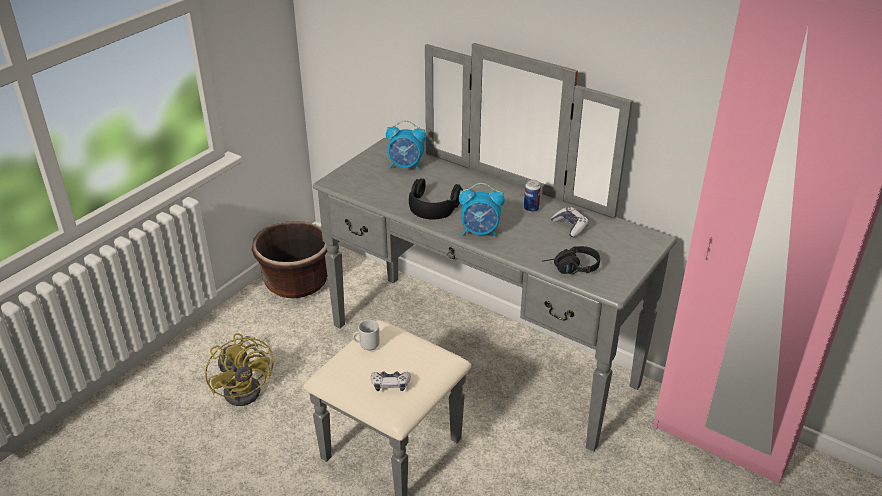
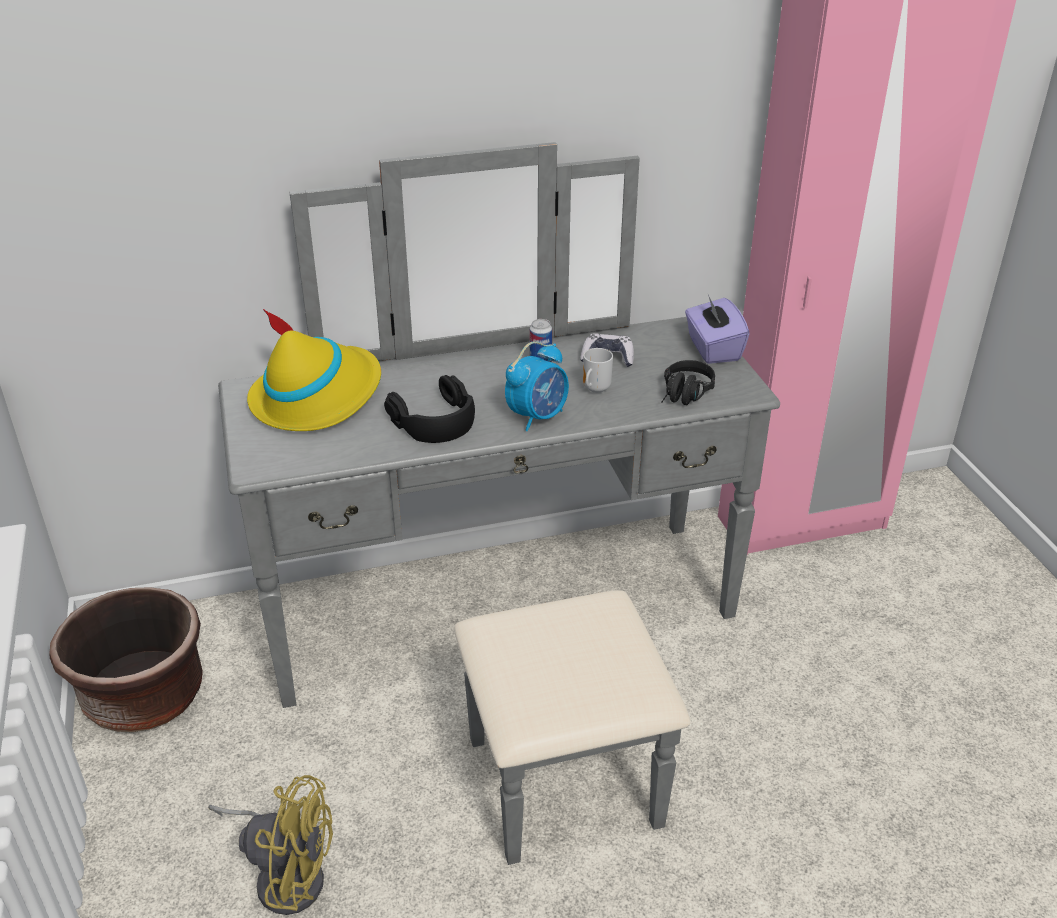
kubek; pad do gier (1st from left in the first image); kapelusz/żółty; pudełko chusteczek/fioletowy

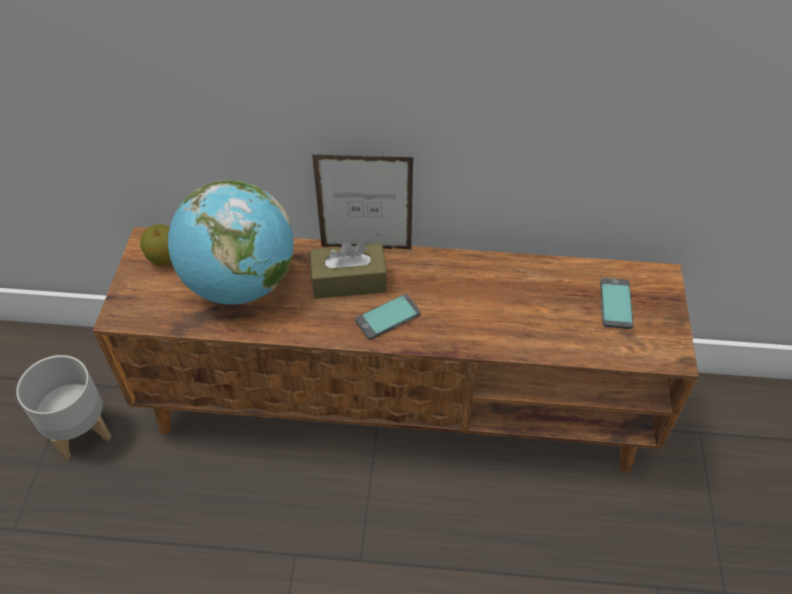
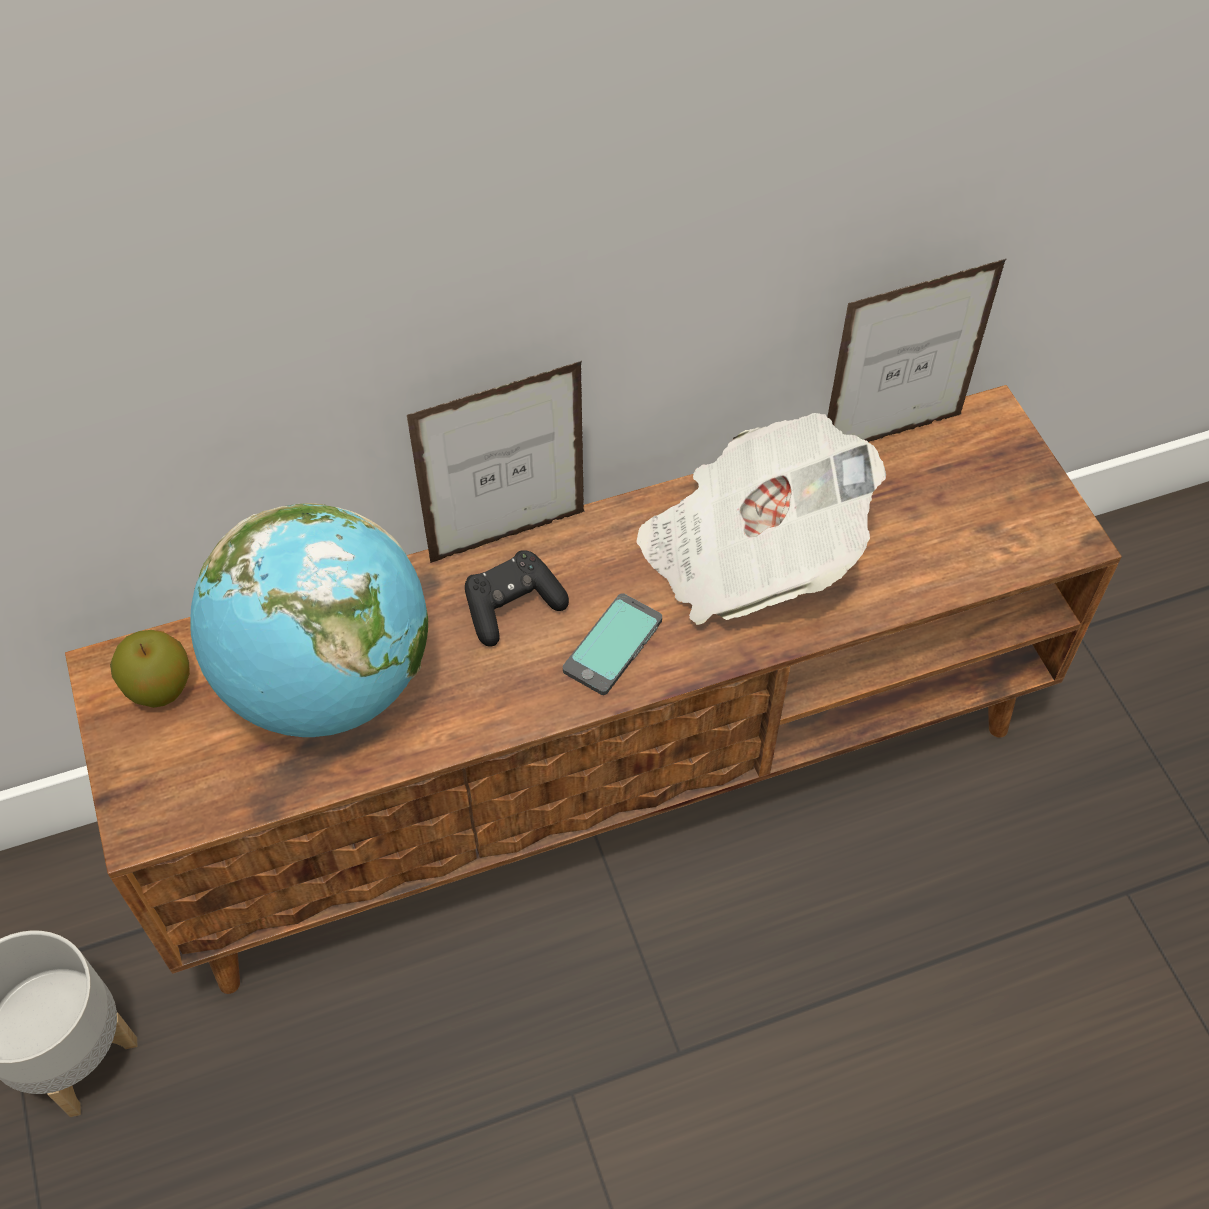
pad do gier/czarny; telefon (2nd from left in the first image); gazeta; ramka na zdjęcie (2nd from left)

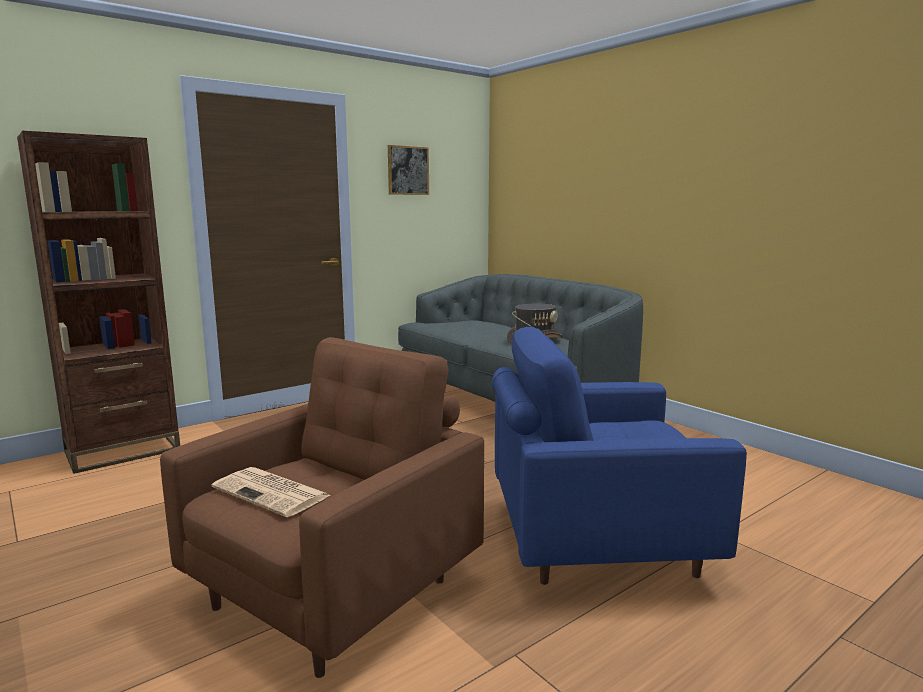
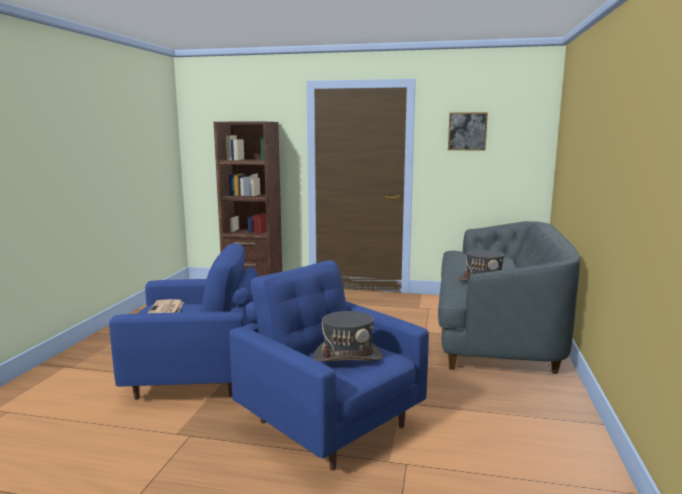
fotel/niebieski (1st from left); kapelusz/szary (1st from left)

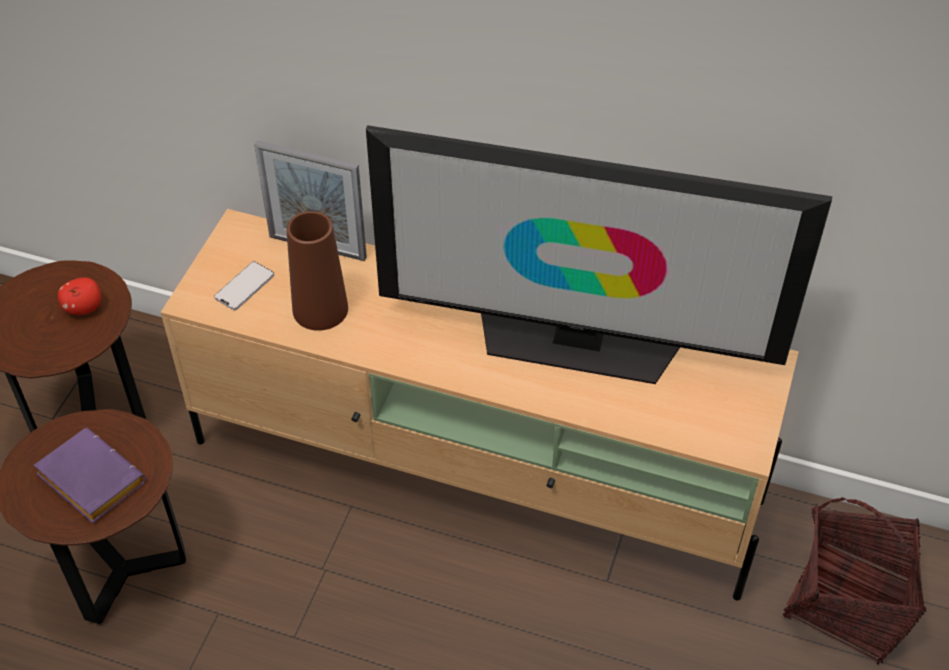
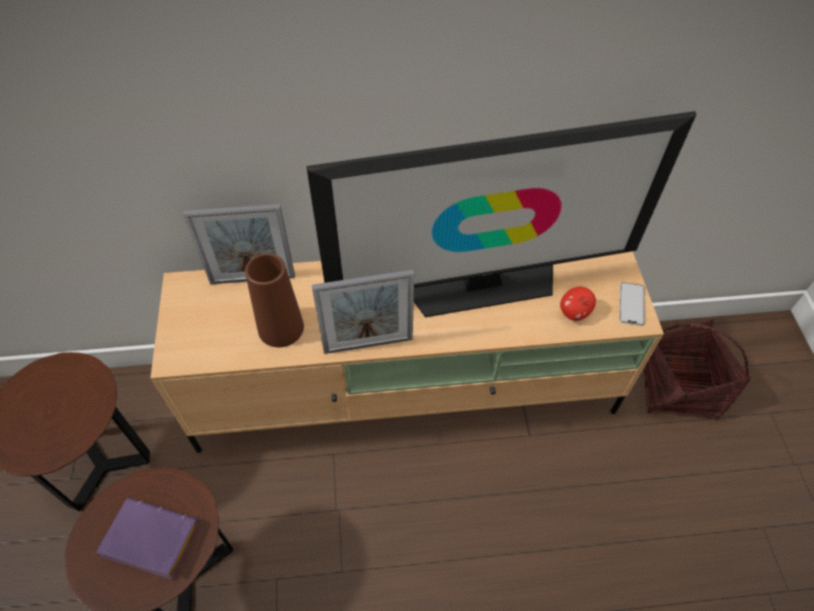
jabłko; telefon; ramka na zdjęcie (2nd from left)

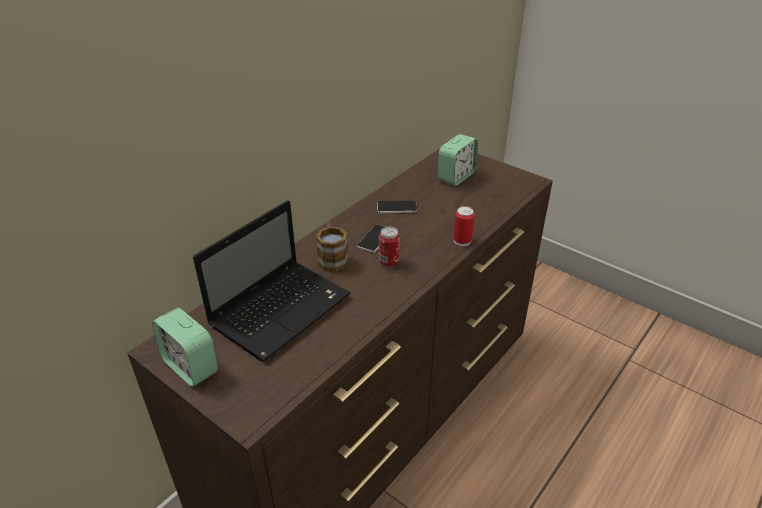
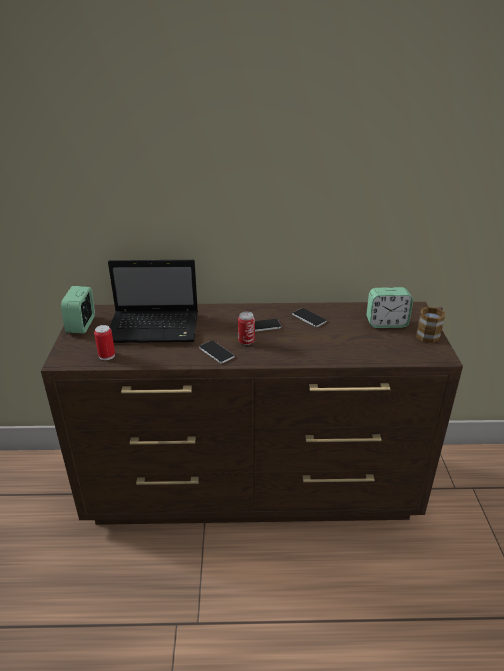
kubek; puszka (1st from left); telefon (1st from left)

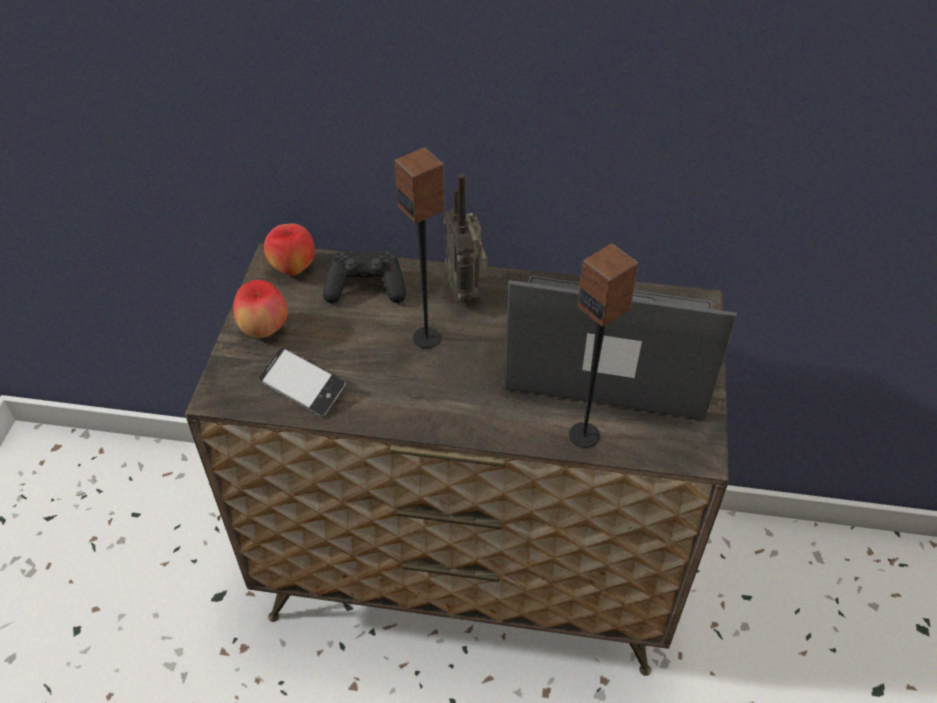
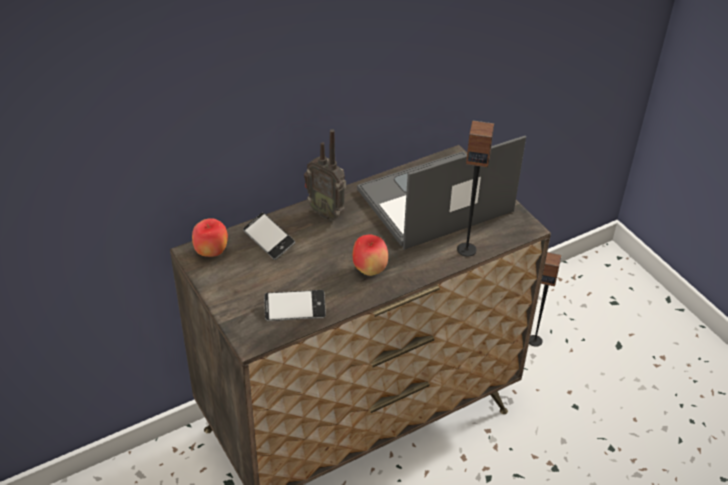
jabłko (2nd from left); telefon (1st from left); głośnik (2nd from left)

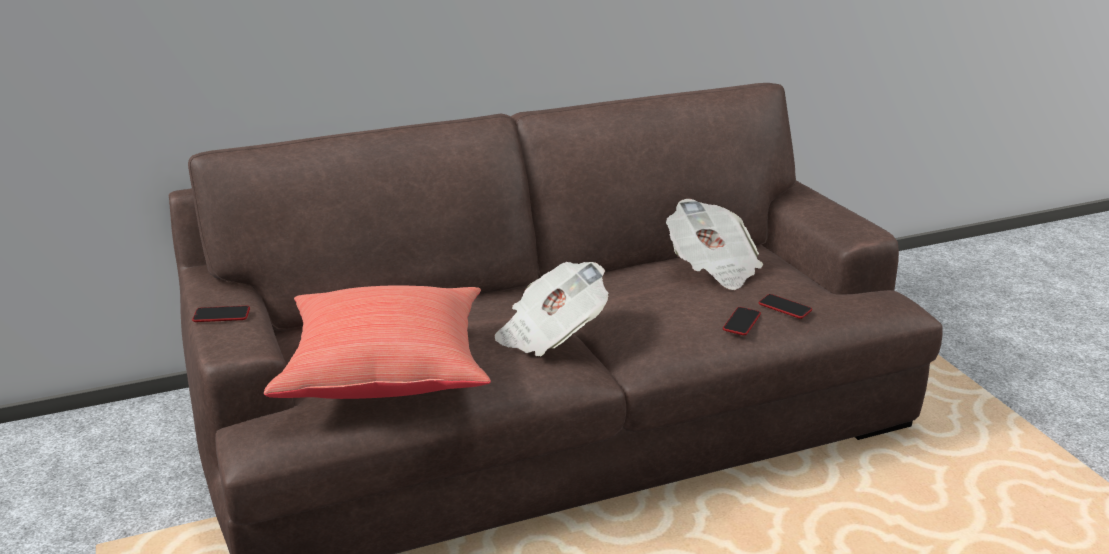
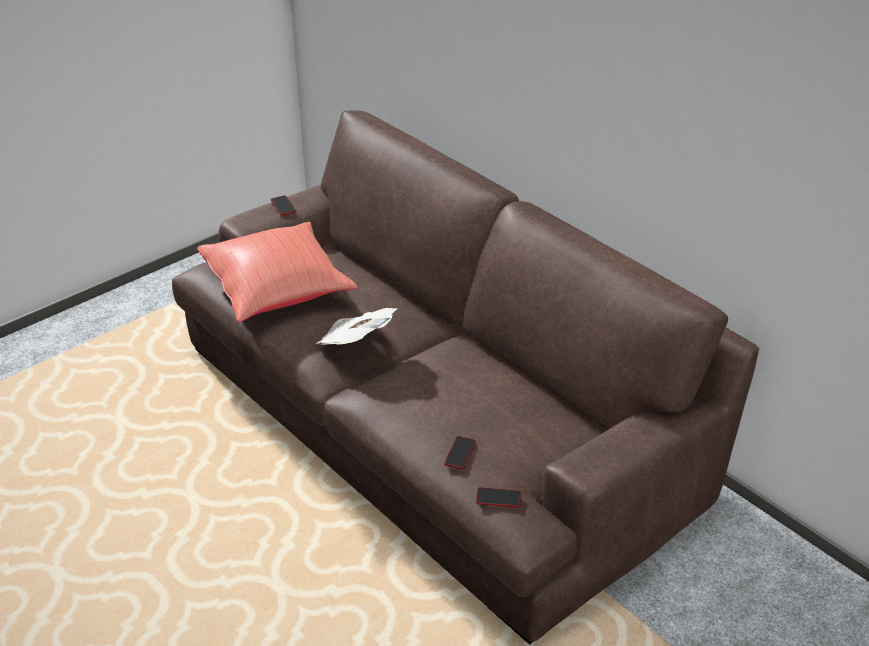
gazeta (2nd from left in the first image); telefon (3rd from left)

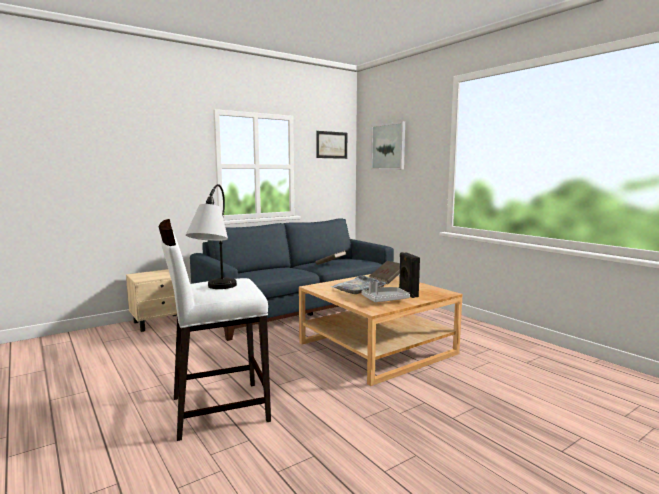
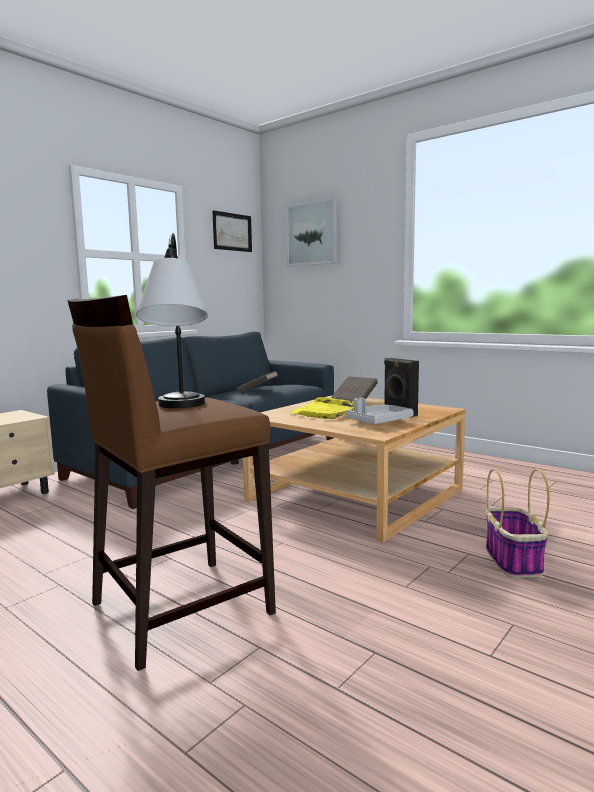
stołek/brązowy; taca/żółty; koszyk

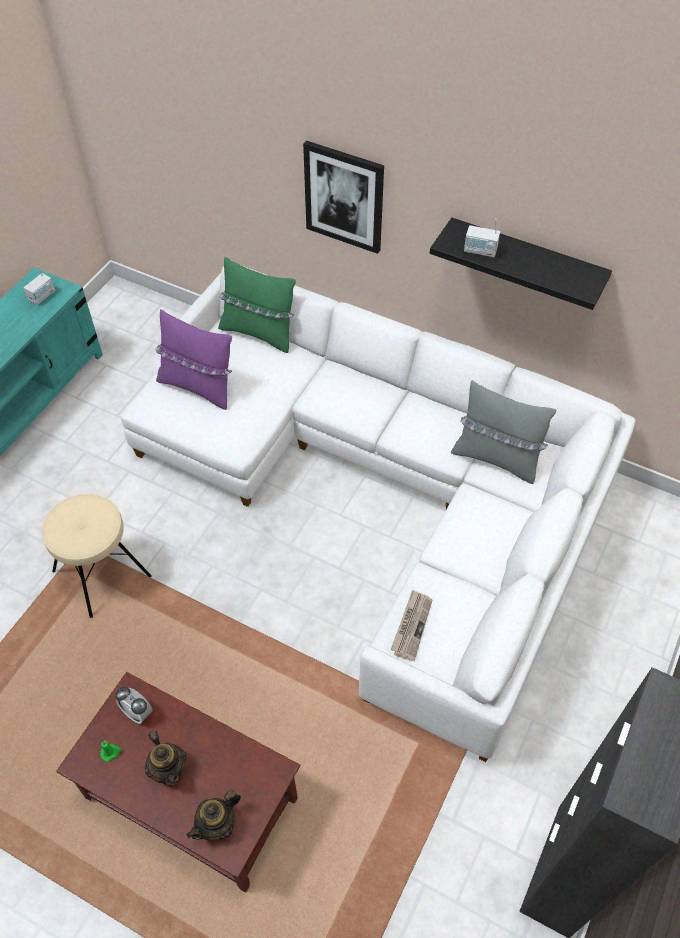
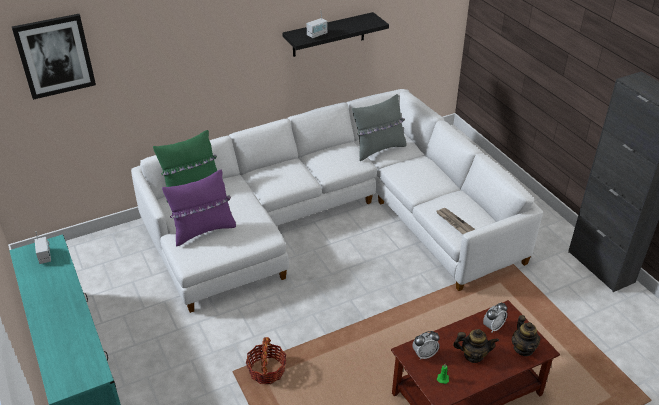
koszyk; obraz; budzik (2nd from left)

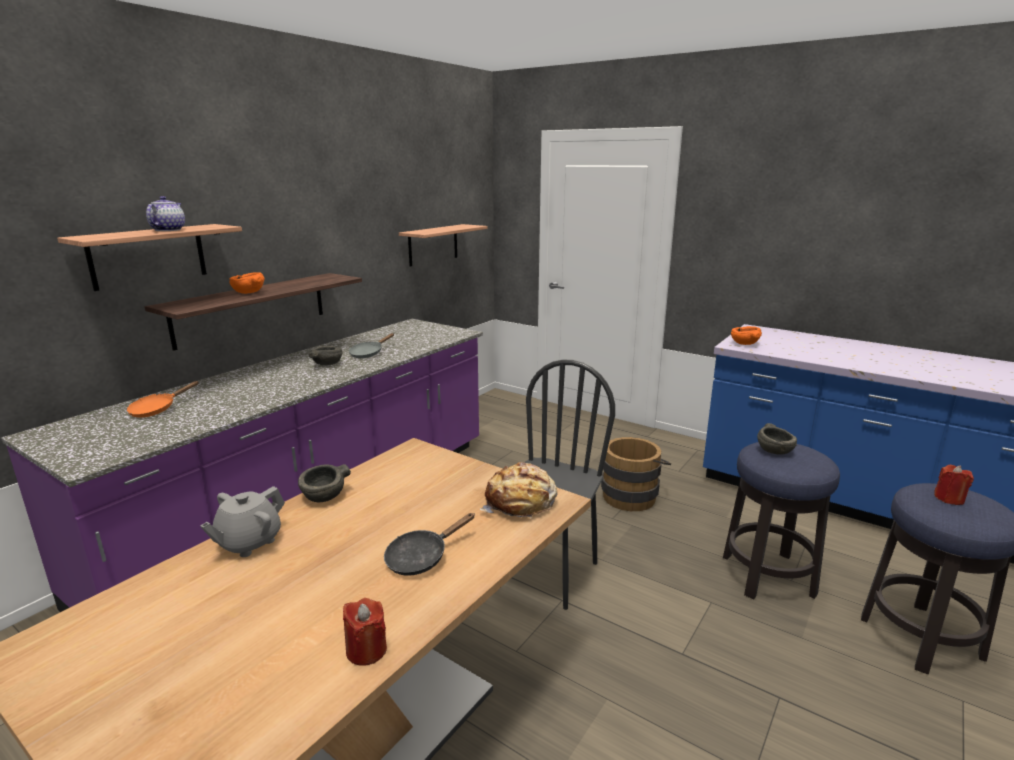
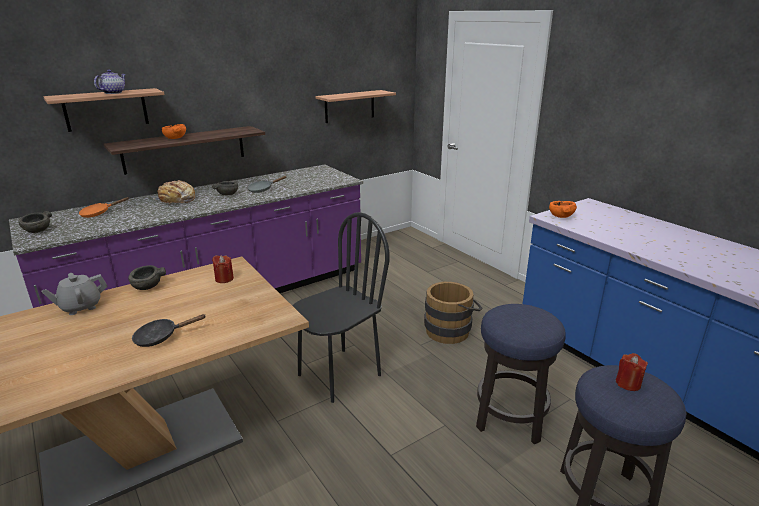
świeca/czerwony (1st from left); chleb; miska/szary (1st from left)

